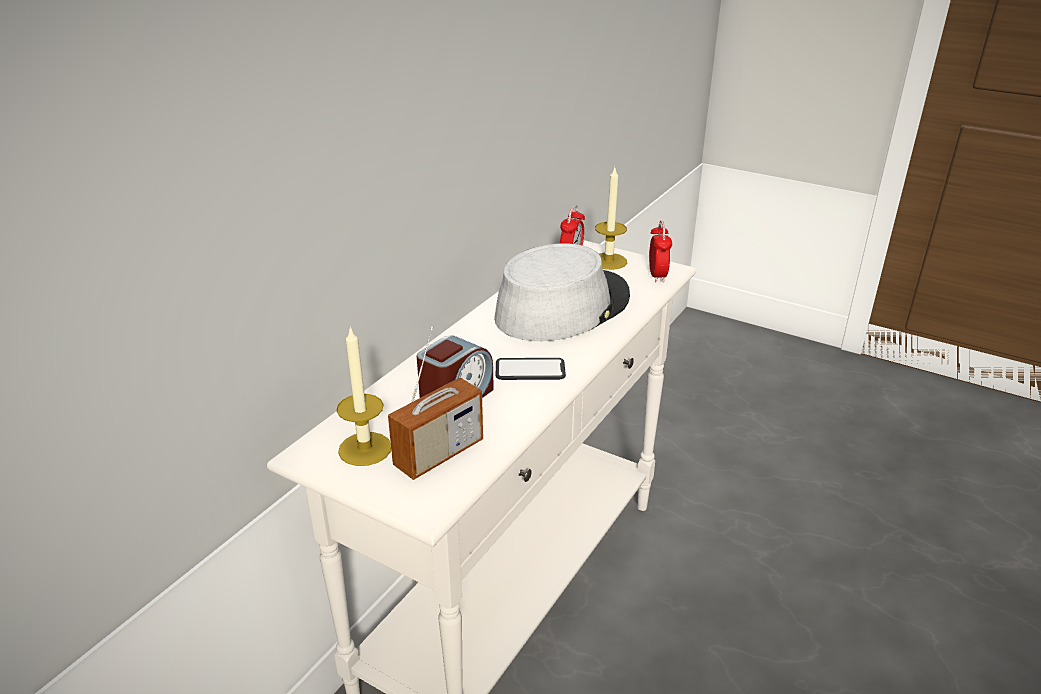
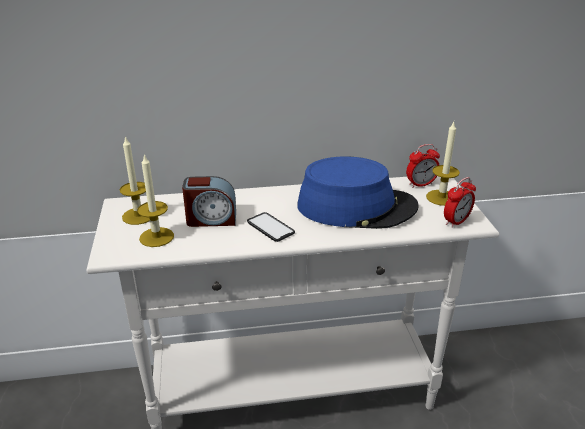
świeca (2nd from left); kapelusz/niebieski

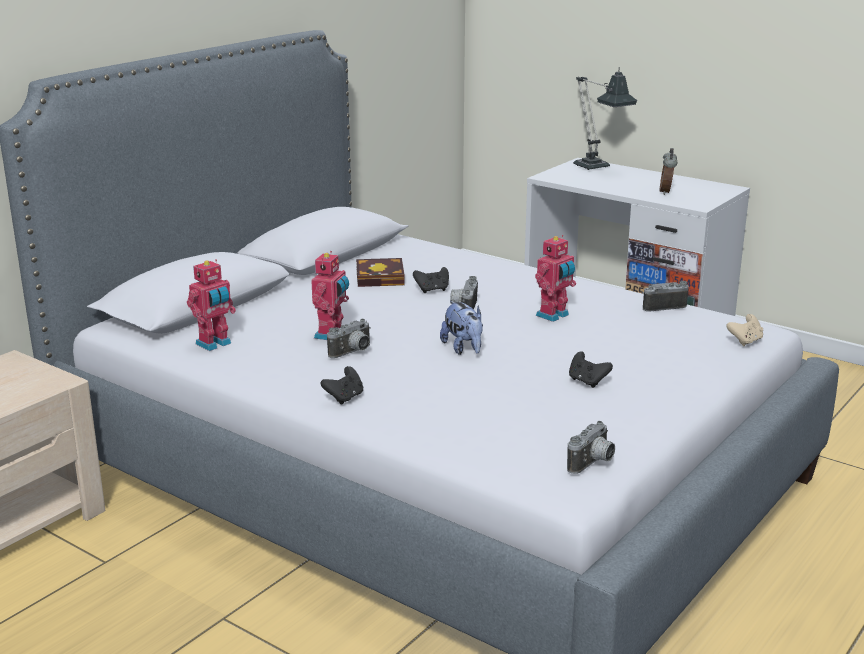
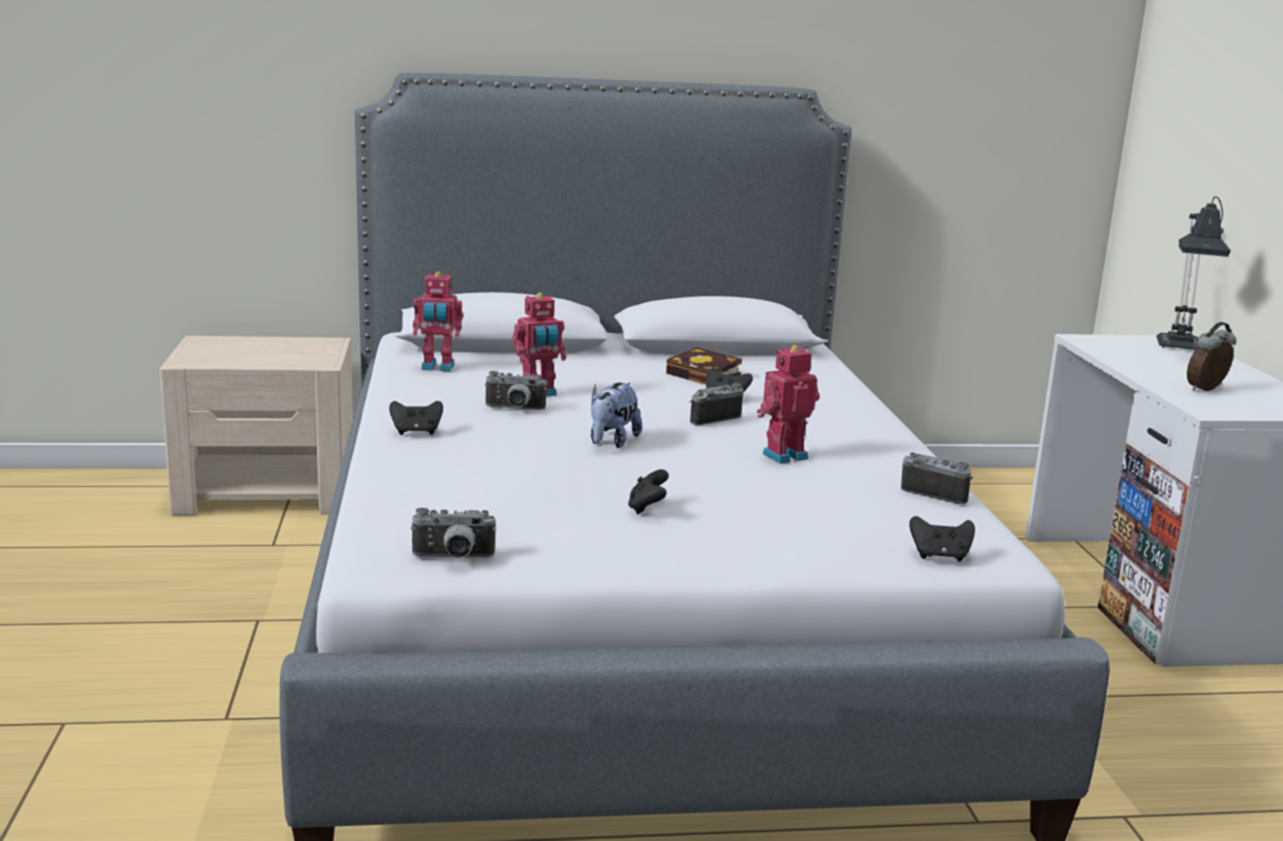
robot zabawkowy (3rd from left); pad do gier/czarny (4th from left)

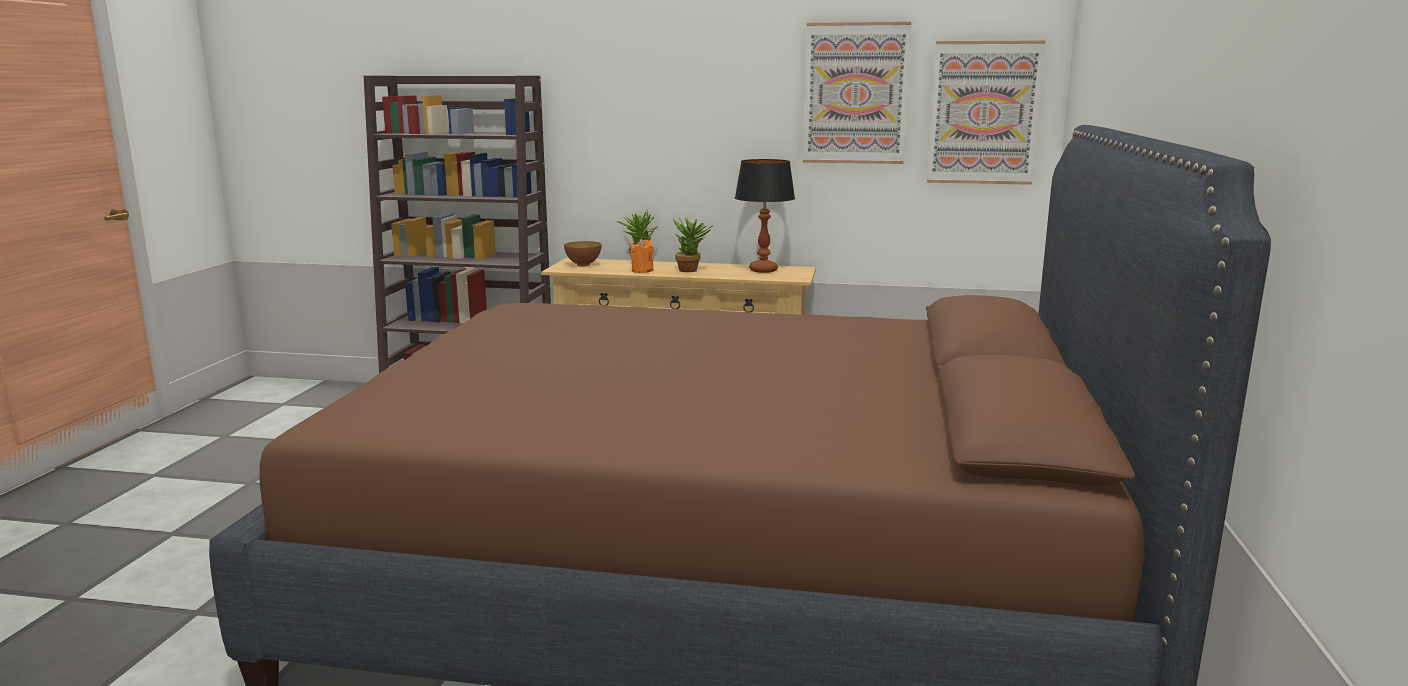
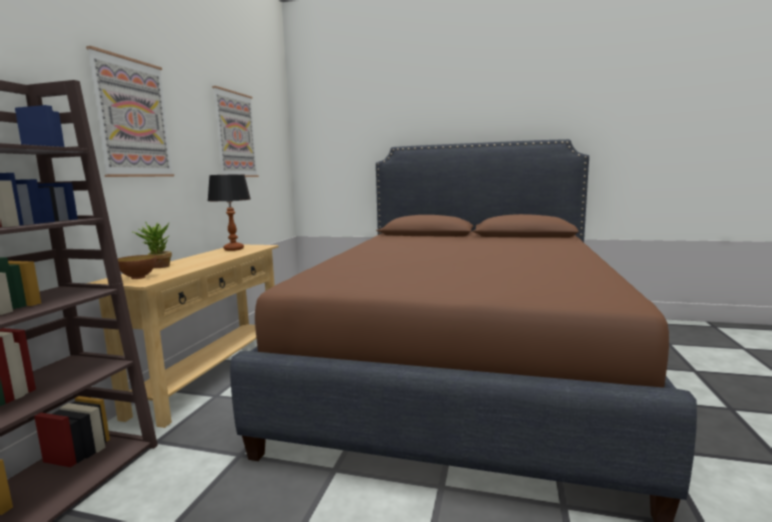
świeca/pomarańczowy; roślina doniczkowa (2nd from left in the first image); obraz (1st from left)

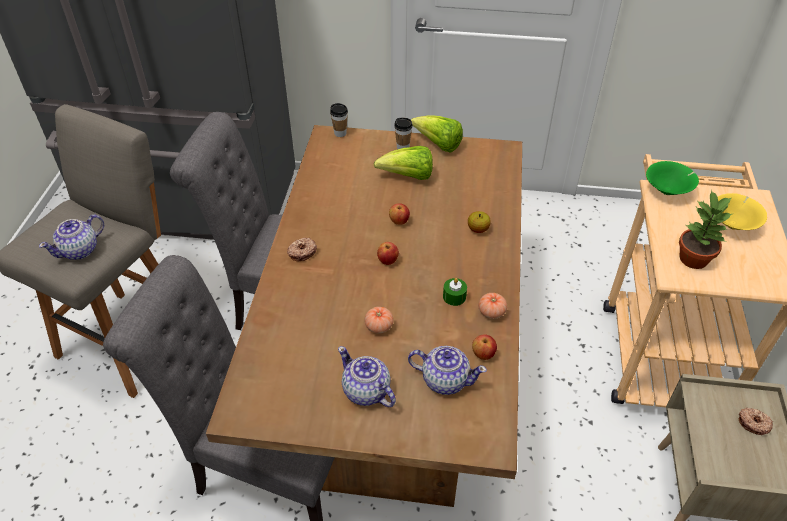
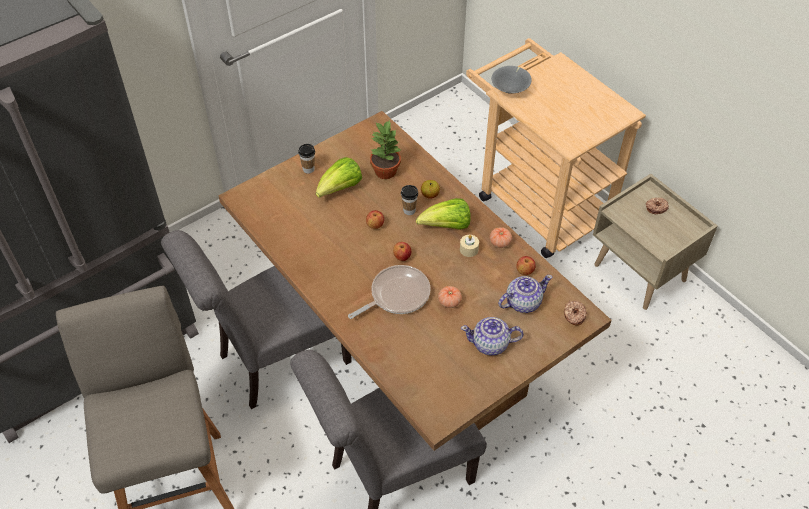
imbryk (1st from left in the first image); donut (1st from left); filiżanka (2nd from left); sałata (2nd from left); świeca/beżowy; miska/szary; roślina doniczkowa; miska/żółty; patelnia

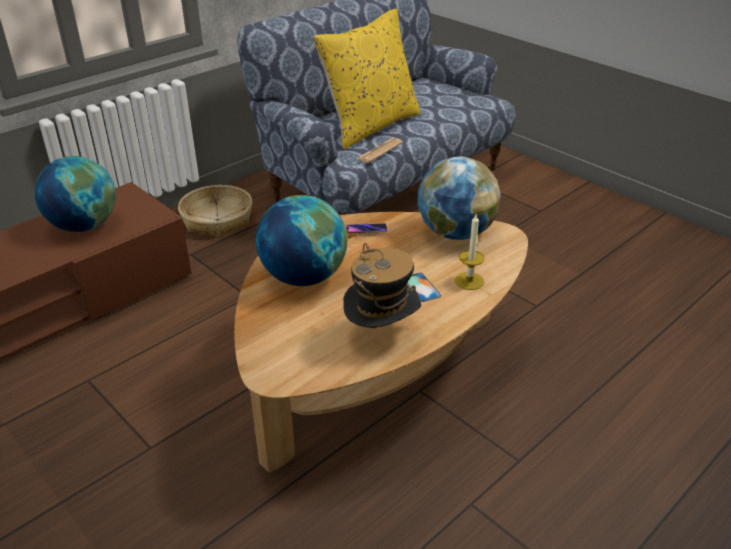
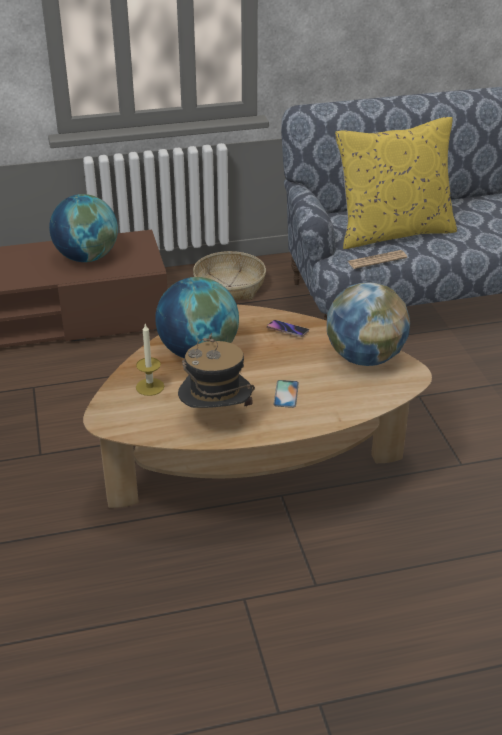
świeca

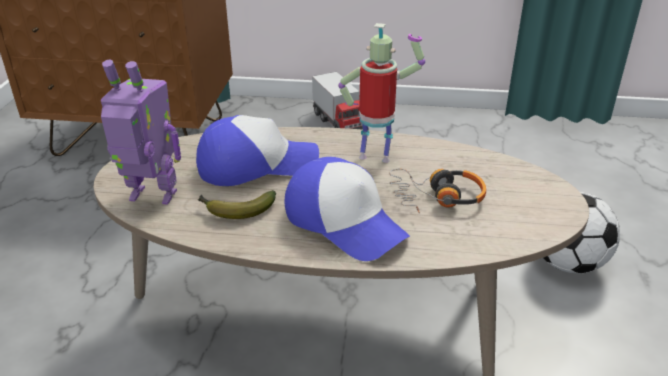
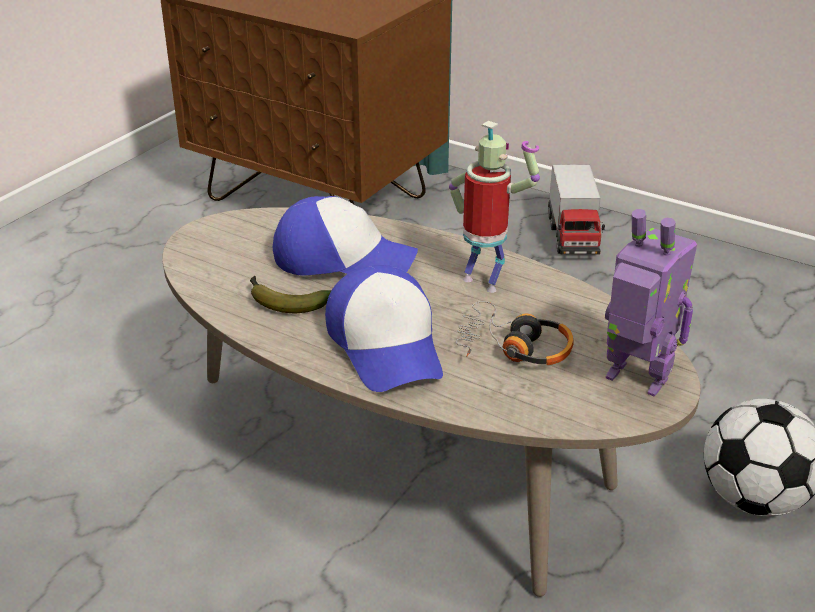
robot zabawkowy (2nd from left)

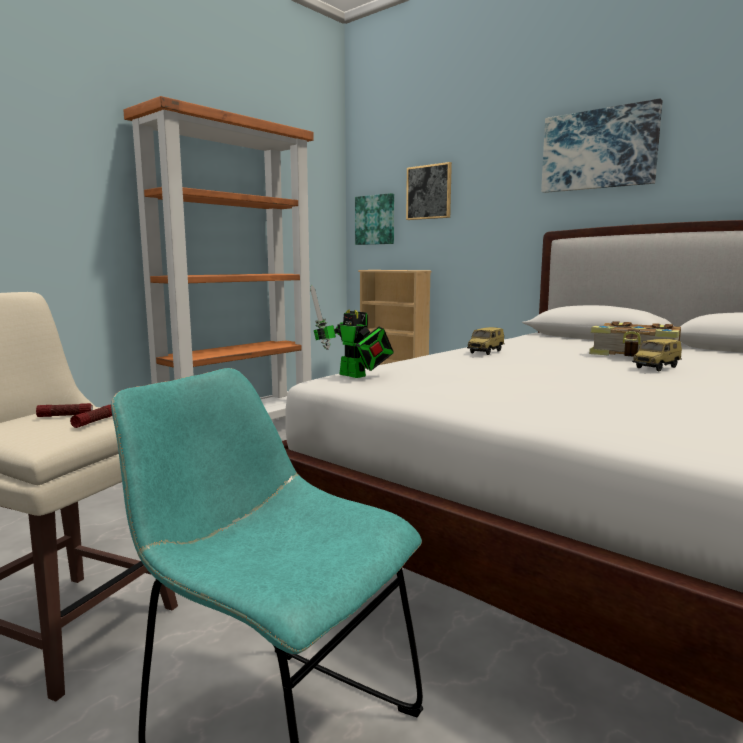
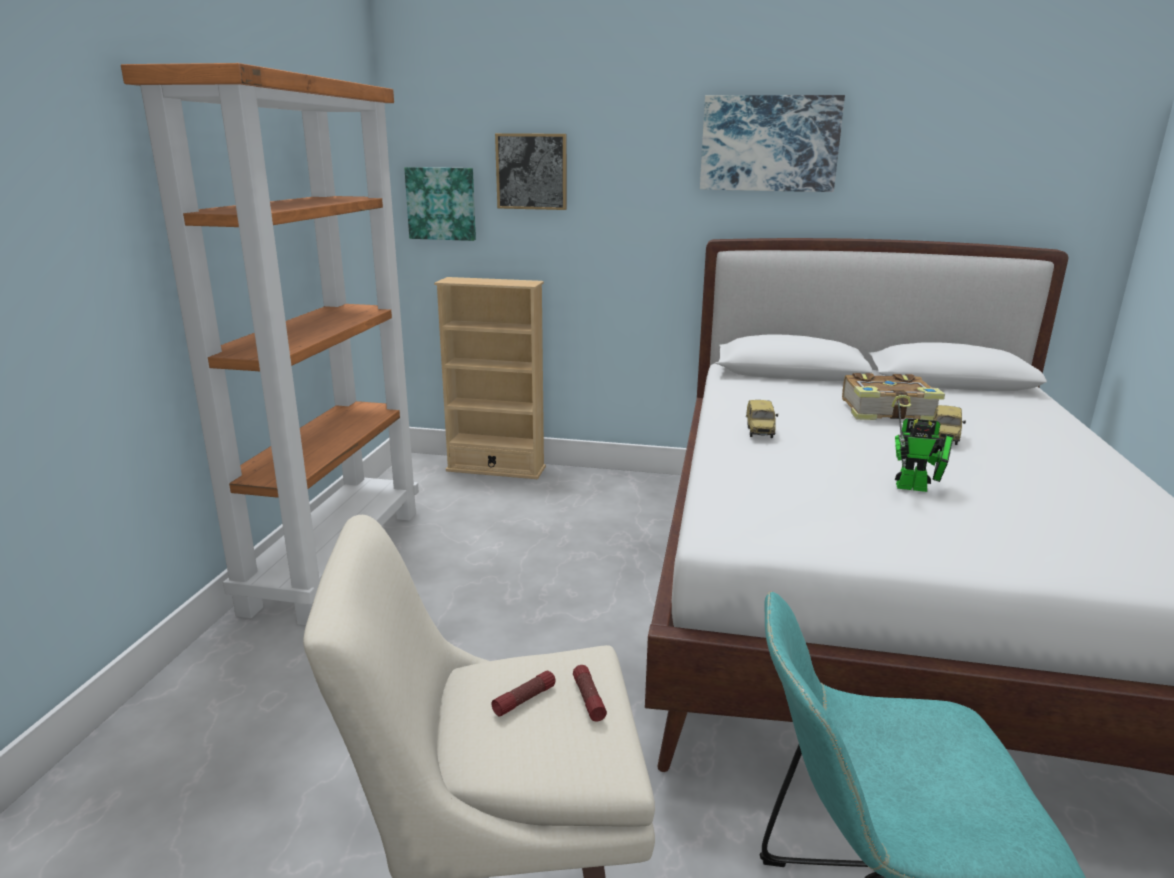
robot zabawkowy

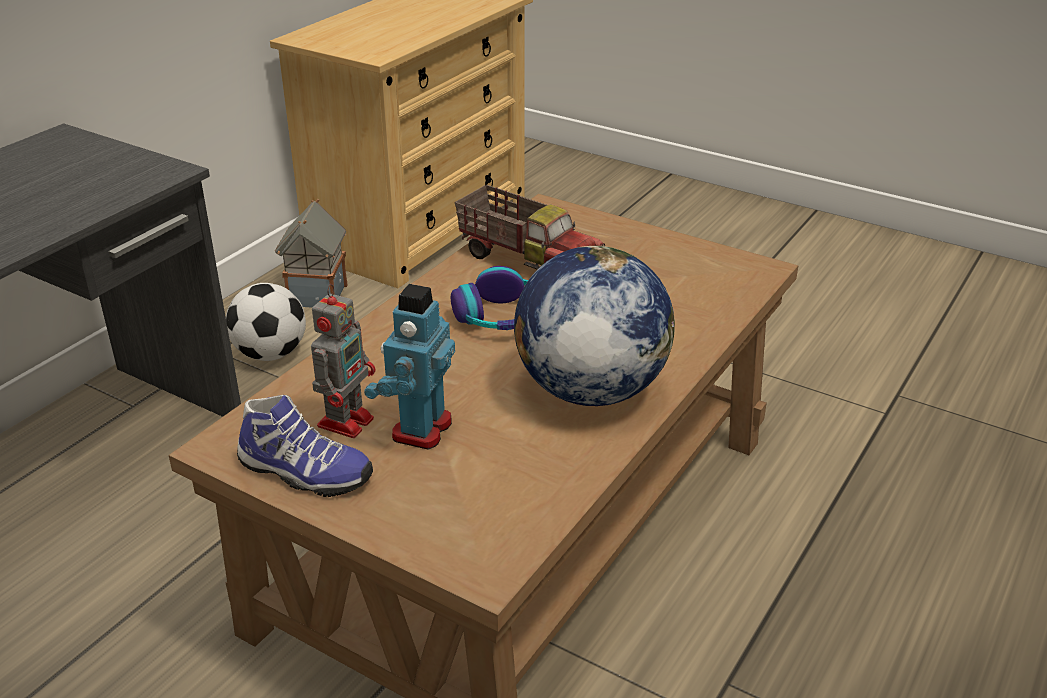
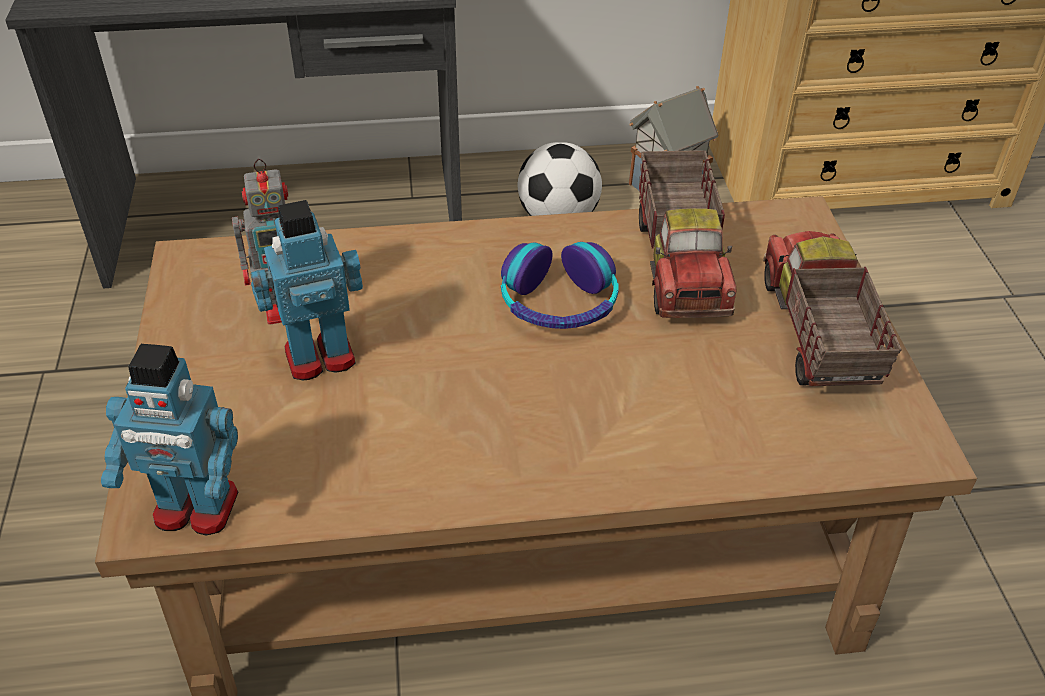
but; globus; robot zabawkowy (1st from left); ciężarówka zabawkowa (2nd from left)

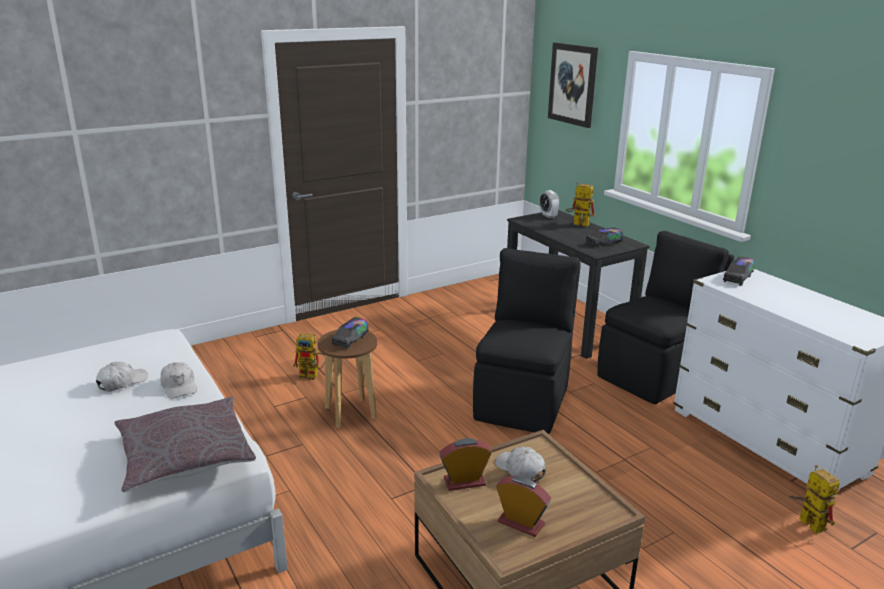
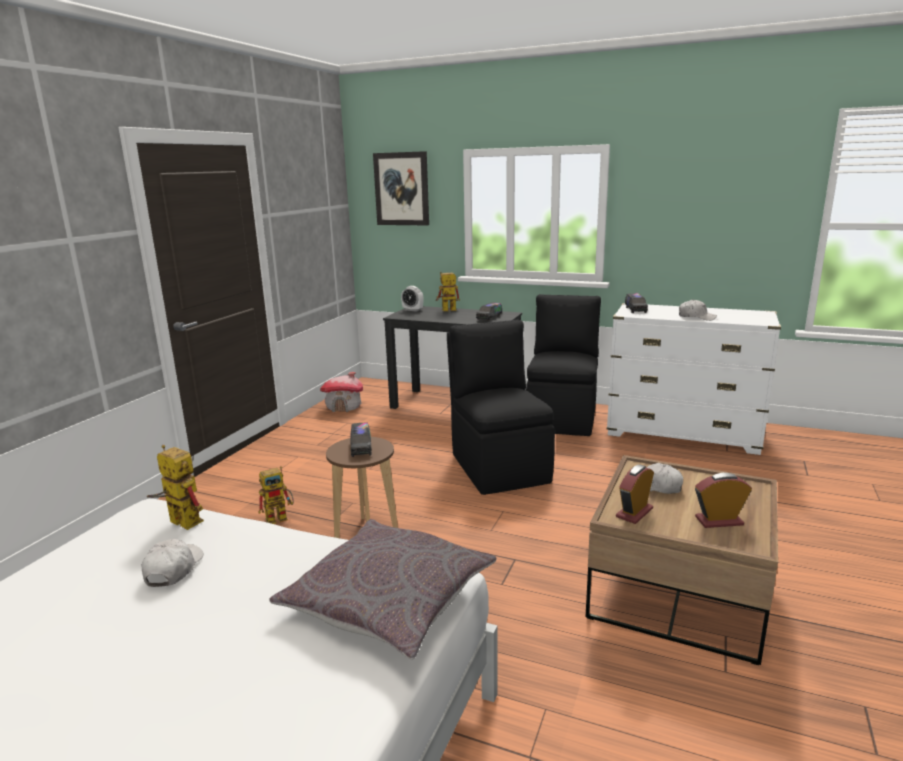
czapka z daszkiem/biały (3rd from left); robot zabawkowy (1st from left); domek

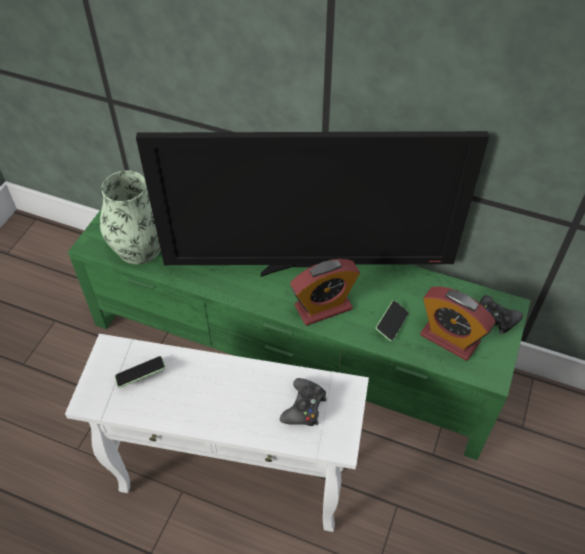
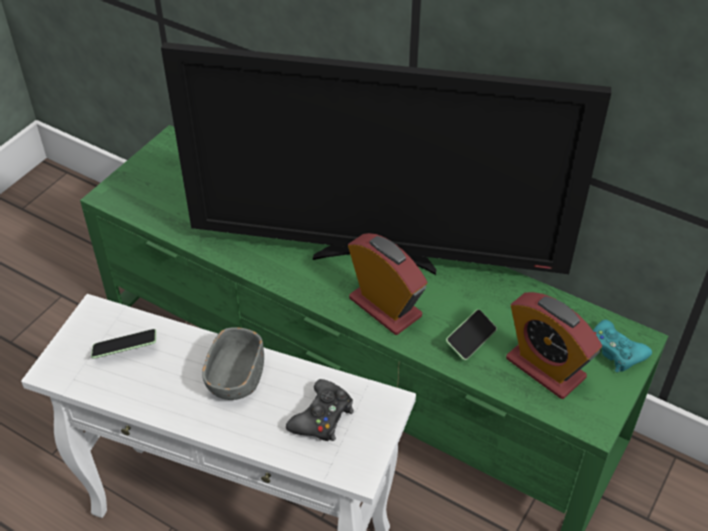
wazon; budzik (1st from left); pad do gier/turkusowy; miska/szary

